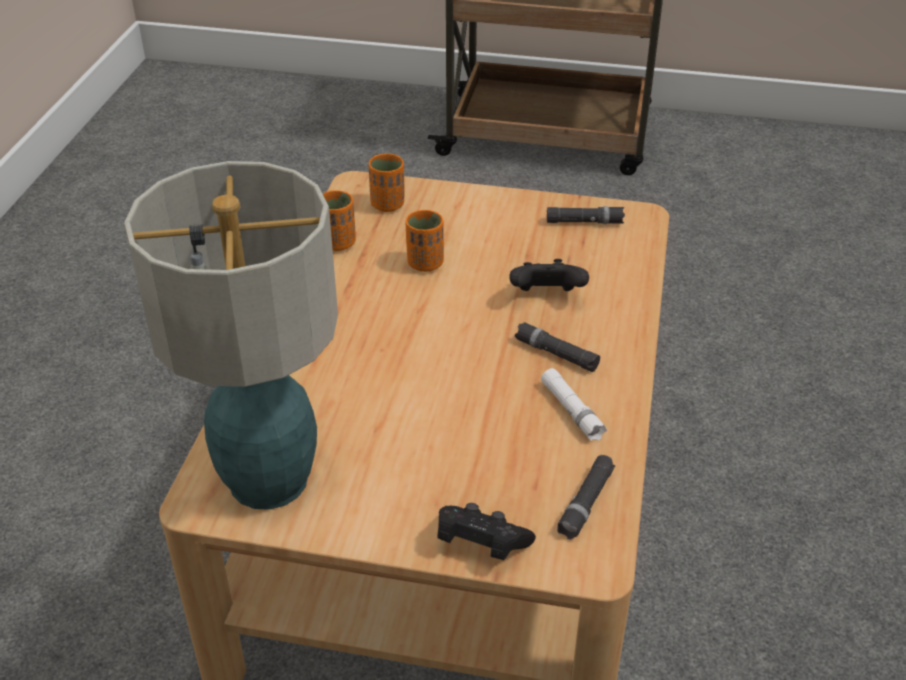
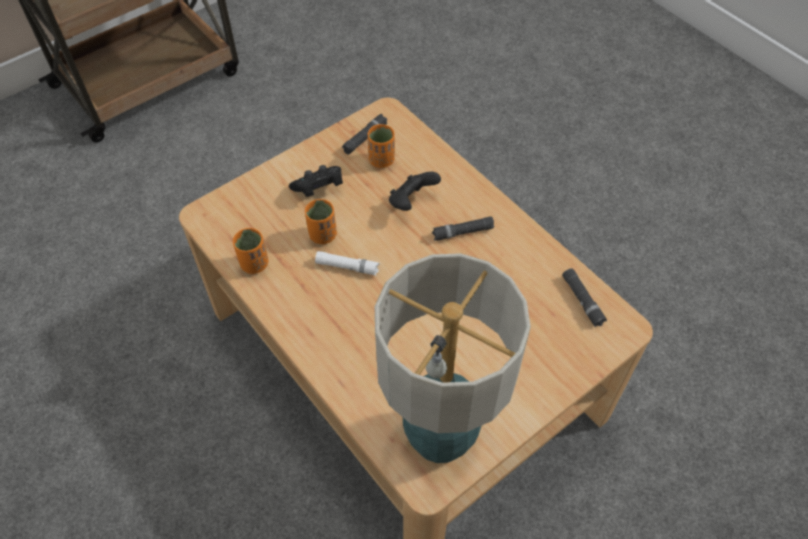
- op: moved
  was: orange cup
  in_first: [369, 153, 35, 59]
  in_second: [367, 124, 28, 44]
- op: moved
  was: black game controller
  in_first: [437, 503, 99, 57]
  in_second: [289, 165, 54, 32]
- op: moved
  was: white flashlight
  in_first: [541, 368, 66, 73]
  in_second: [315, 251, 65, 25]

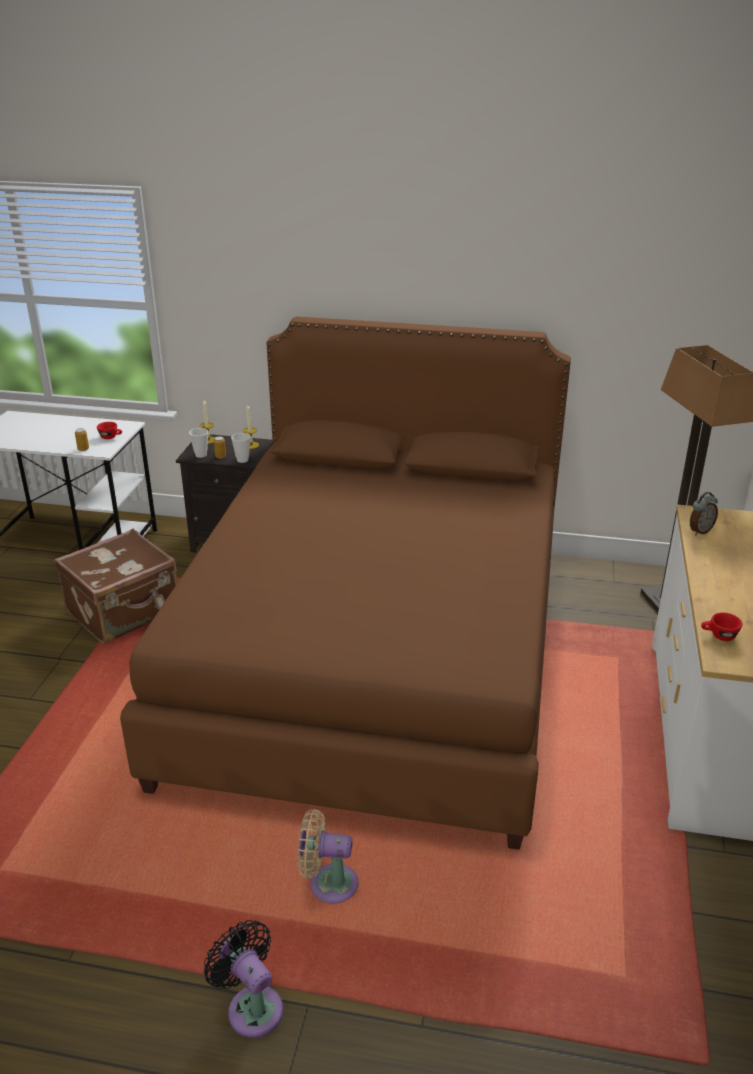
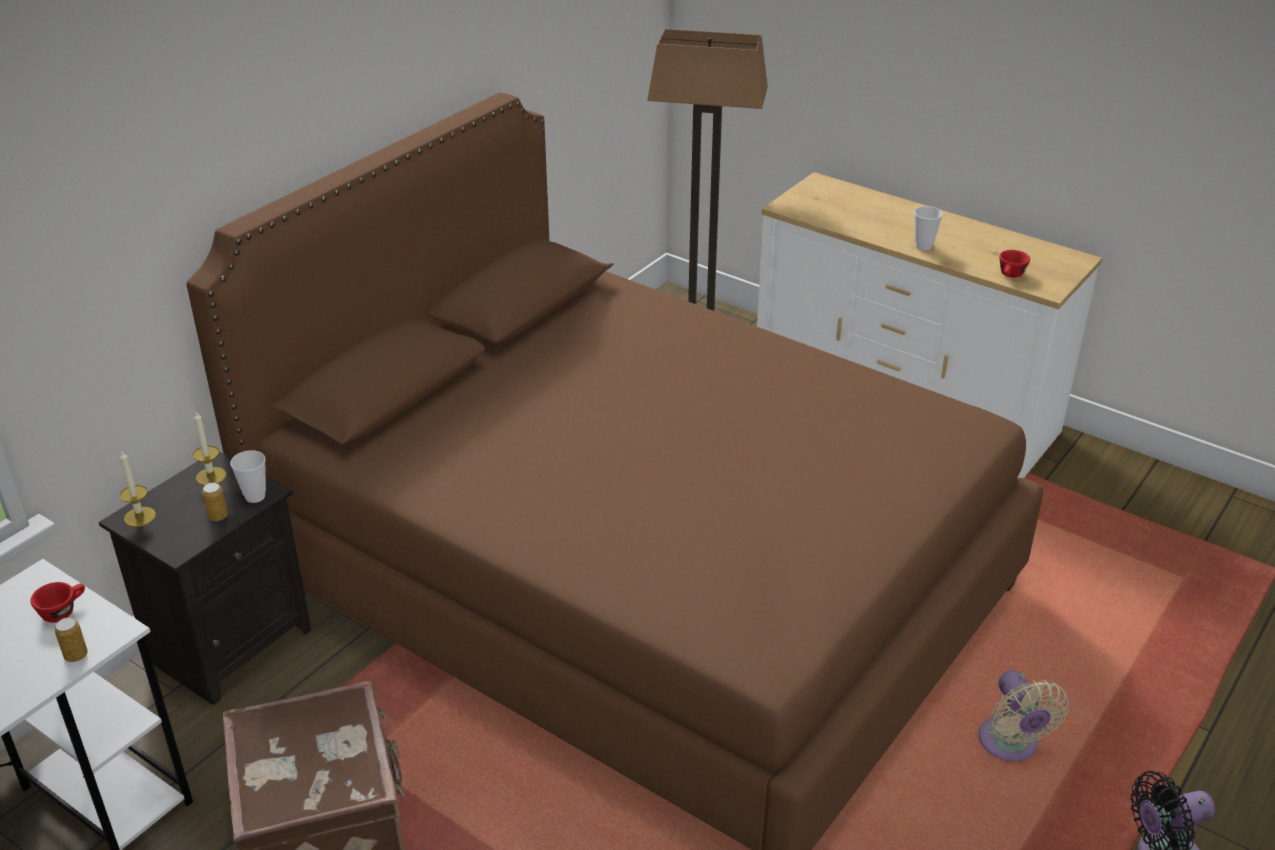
- op: moved
  was: cup
  in_first: [189, 428, 19, 30]
  in_second: [914, 206, 29, 44]
- op: turned
  was: beige fan
  in_first: [297, 809, 62, 94]
  in_second: [978, 670, 91, 91]
  clockwise: -45
- op: removed
  was: alarm clock
  in_first: [690, 492, 28, 43]

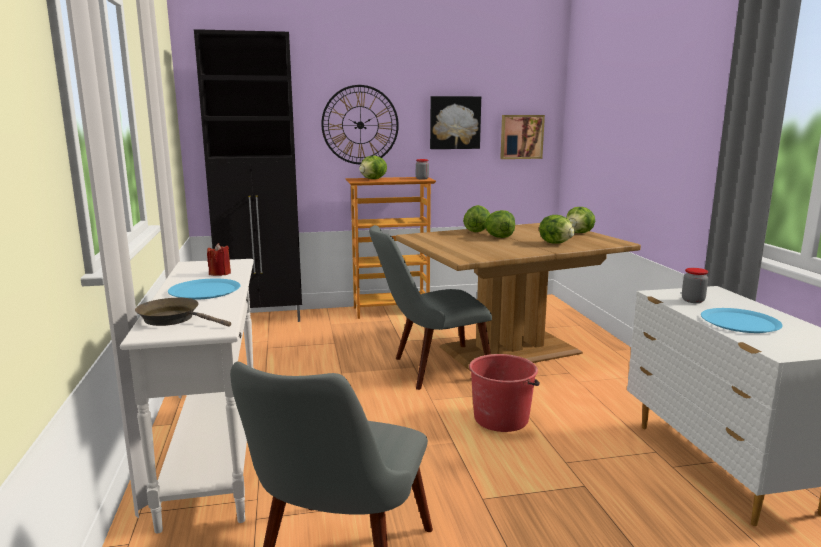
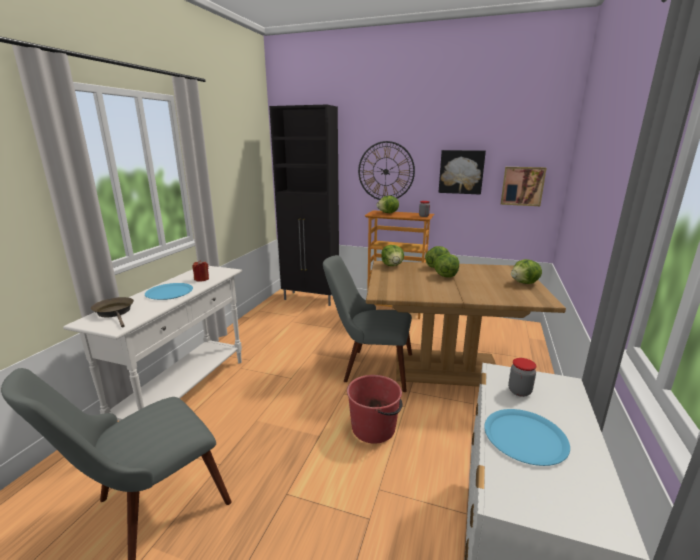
- op: moved
  was: lettuce
  in_first: [539, 215, 36, 29]
  in_second: [381, 245, 23, 21]

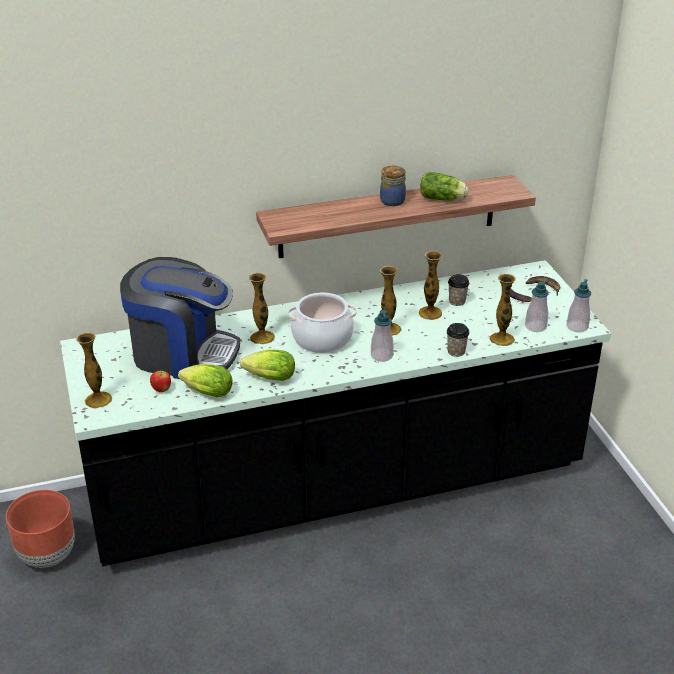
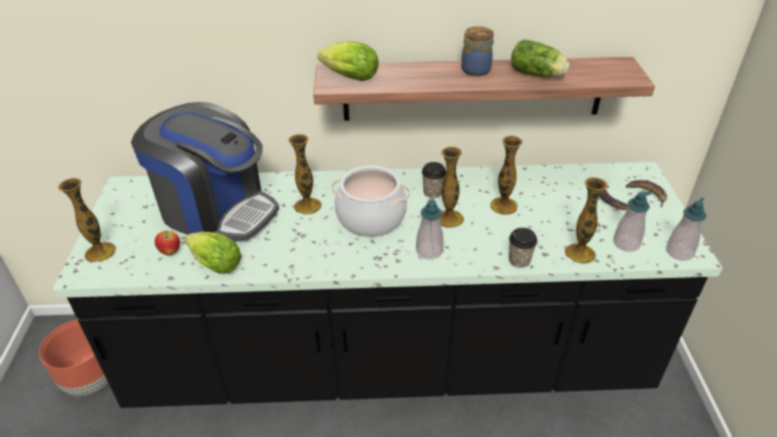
- op: moved
  was: lettuce
  in_first: [240, 349, 55, 32]
  in_second: [318, 41, 61, 40]
- op: moved
  was: cup
  in_first: [448, 274, 21, 32]
  in_second: [422, 162, 24, 36]

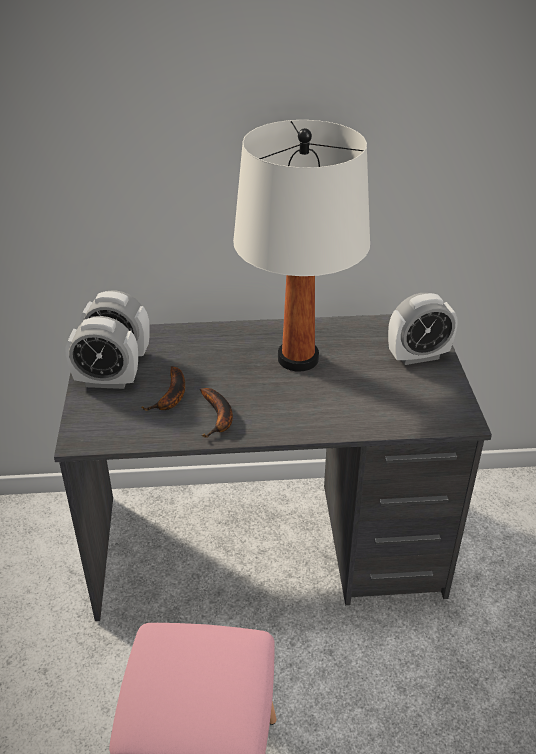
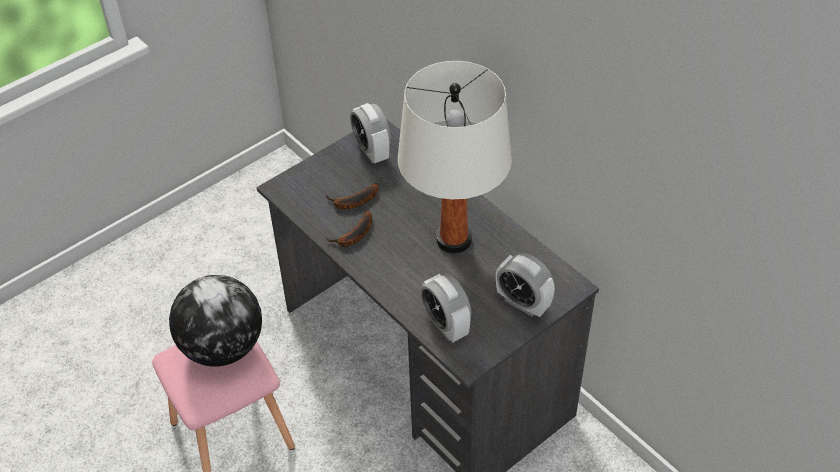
- op: moved
  was: alarm clock
  in_first: [66, 316, 72, 73]
  in_second: [421, 274, 51, 68]
- op: added
  now: globe
  in_second: [169, 275, 93, 92]

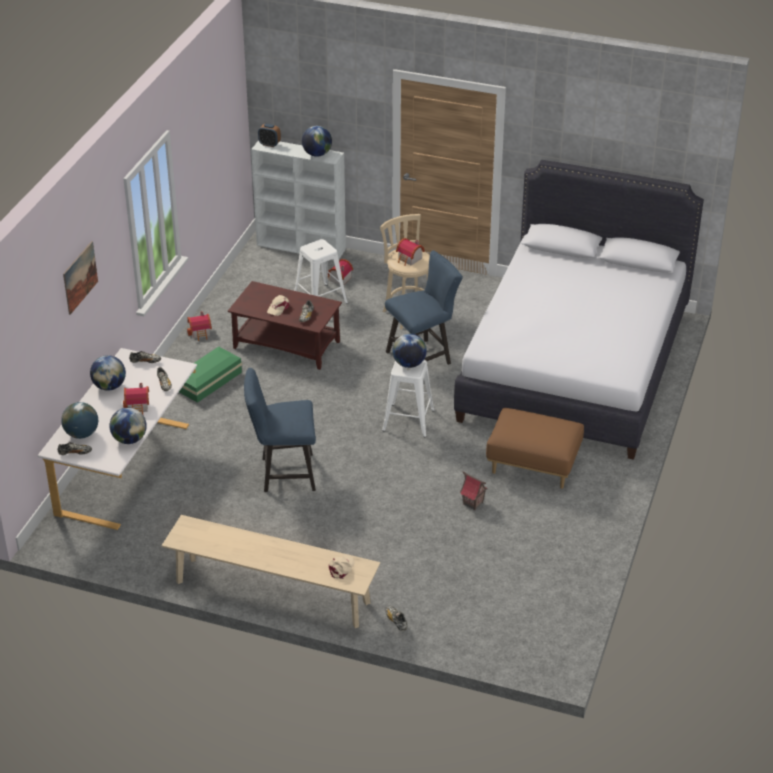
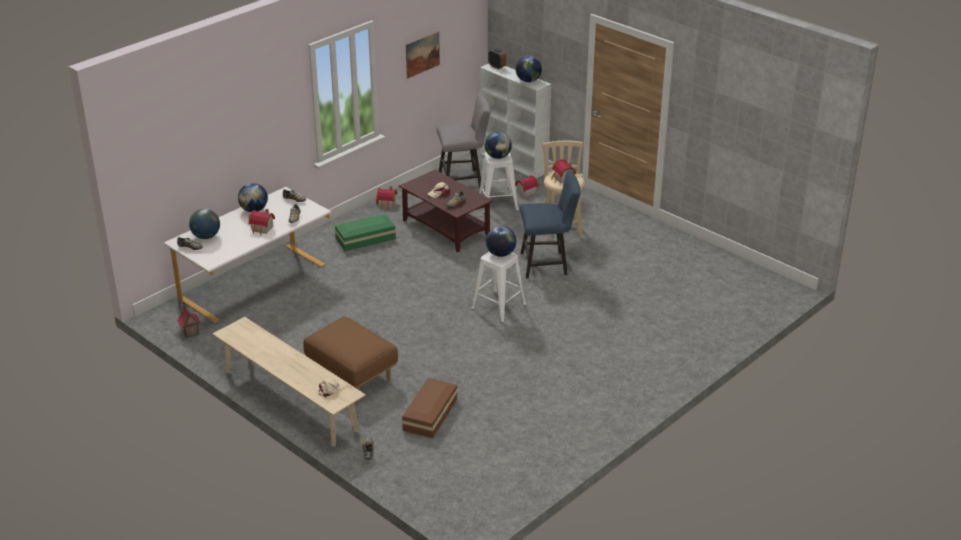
- op: moved
  was: picture
  in_first: [63, 241, 35, 74]
  in_second: [406, 31, 34, 48]
- op: moved
  was: globe
  in_first: [110, 408, 37, 36]
  in_second: [485, 132, 27, 27]
- op: removed
  was: blue chair
  in_first: [244, 368, 72, 124]
- op: removed
  was: white bed
  in_first: [454, 160, 250, 300]
- op: moved
  was: toy house
  in_first: [460, 472, 28, 38]
  in_second: [177, 302, 24, 36]
- op: moved
  was: brown ottoman
  in_first: [486, 408, 98, 81]
  in_second: [303, 317, 95, 73]
- op: added
  now: brown storage box
  in_second: [402, 378, 56, 60]
- op: added
  now: grey chair
  in_second: [437, 93, 54, 95]

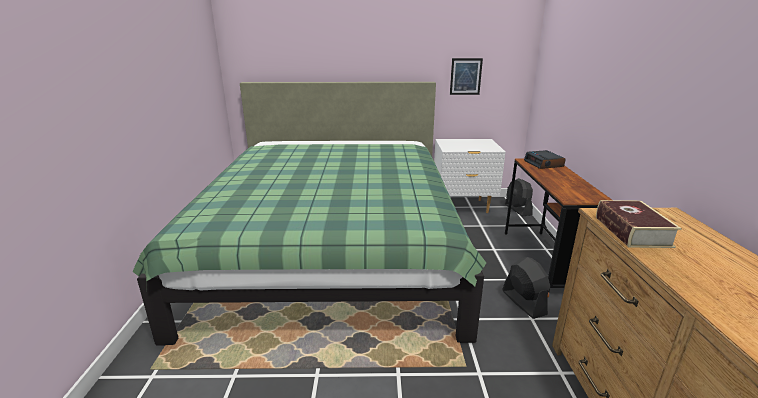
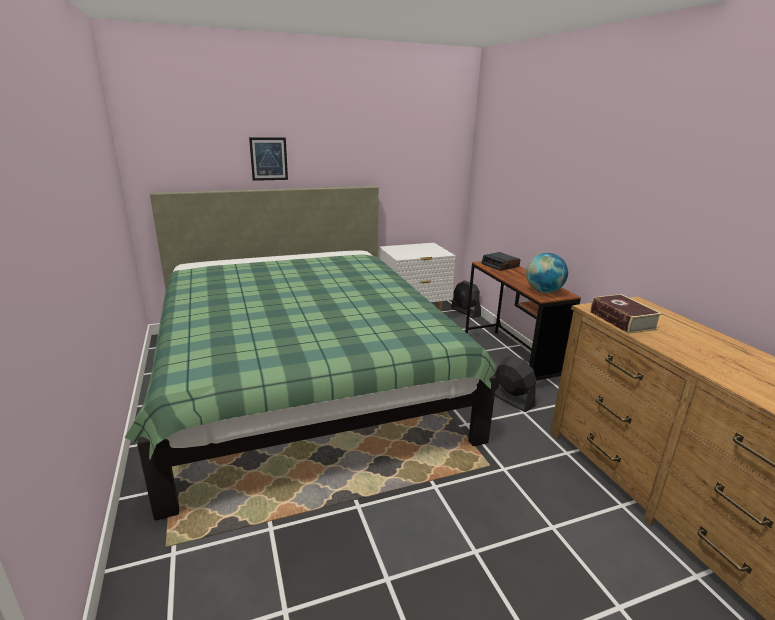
- op: moved
  was: picture
  in_first: [450, 58, 33, 37]
  in_second: [249, 137, 39, 44]
- op: added
  now: globe
  in_second: [526, 253, 42, 40]

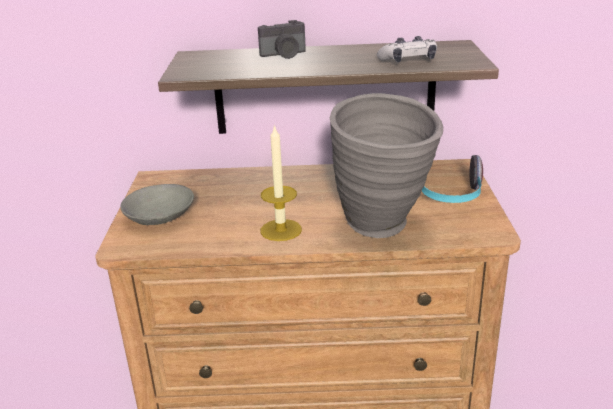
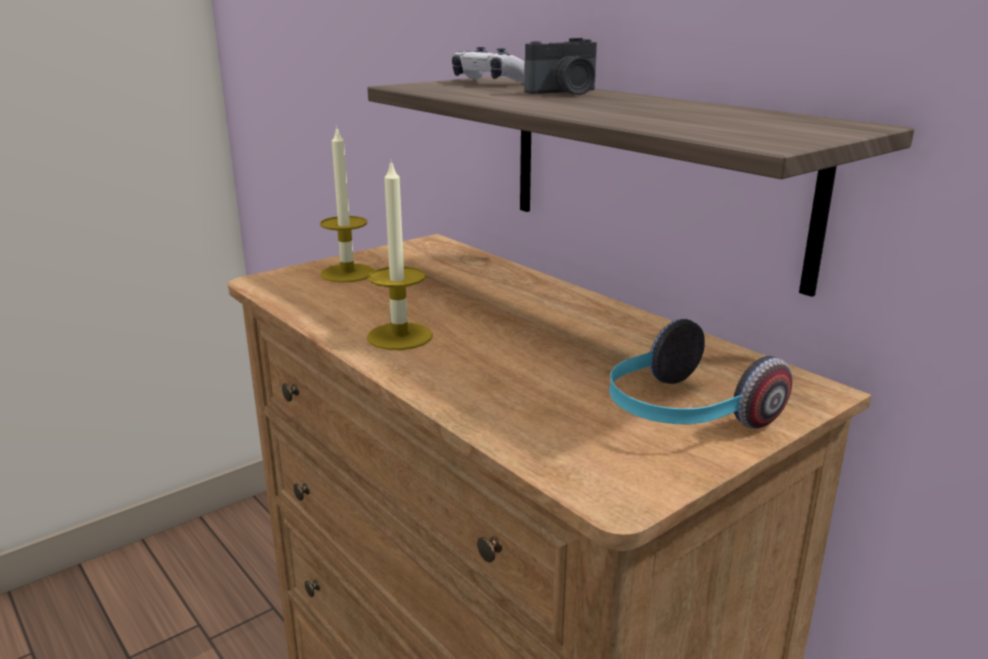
- op: replaced
  was: grey bowl
  now: candle
  in_first: [120, 184, 74, 41]
  in_second: [320, 126, 54, 157]
- op: turned
  was: photo camera
  in_first: [258, 20, 48, 39]
  in_second: [525, 38, 72, 57]
  clockwise: -60
- op: removed
  was: grey vase
  in_first: [330, 93, 113, 145]
- op: moved
  was: game controller
  in_first: [376, 36, 61, 26]
  in_second: [452, 47, 73, 36]

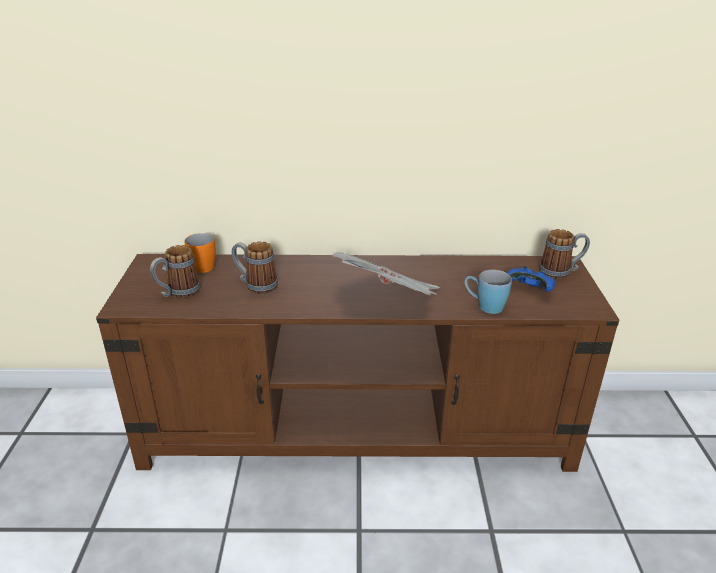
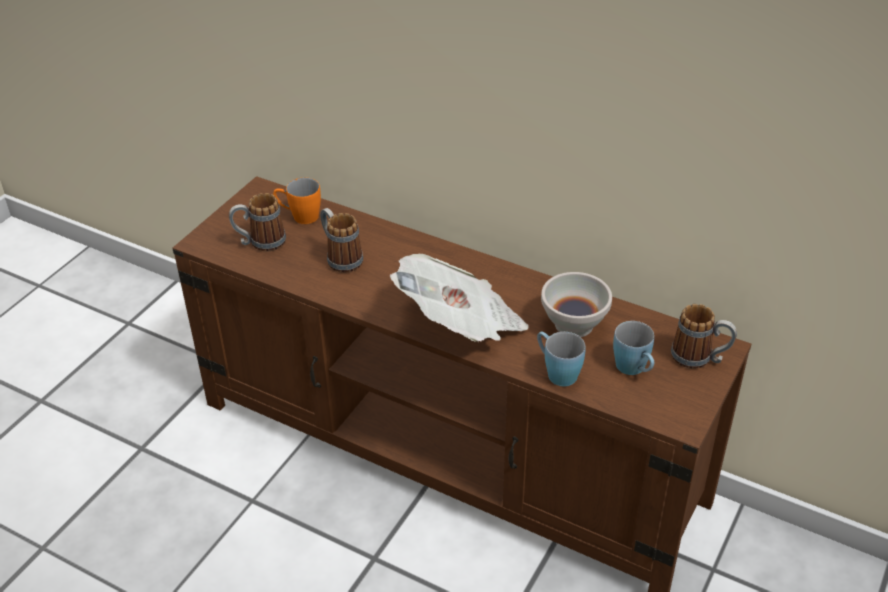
- op: replaced
  was: blue game controller
  now: blue mug
  in_first: [507, 266, 48, 26]
  in_second: [613, 321, 41, 54]
- op: added
  now: white bowl
  in_second: [541, 272, 71, 65]

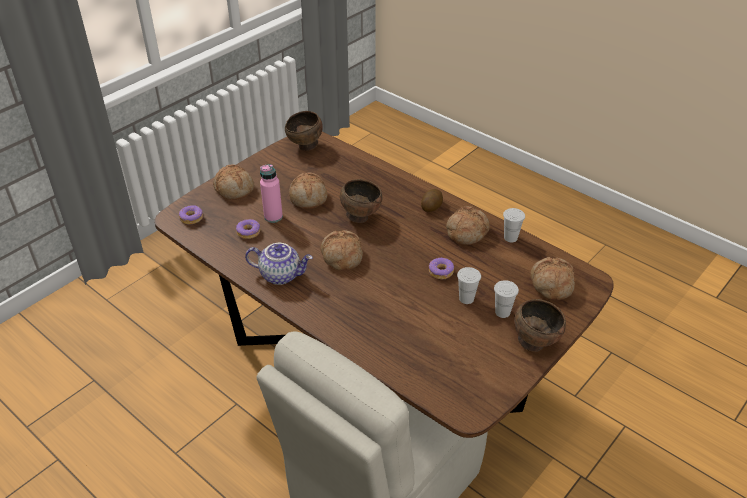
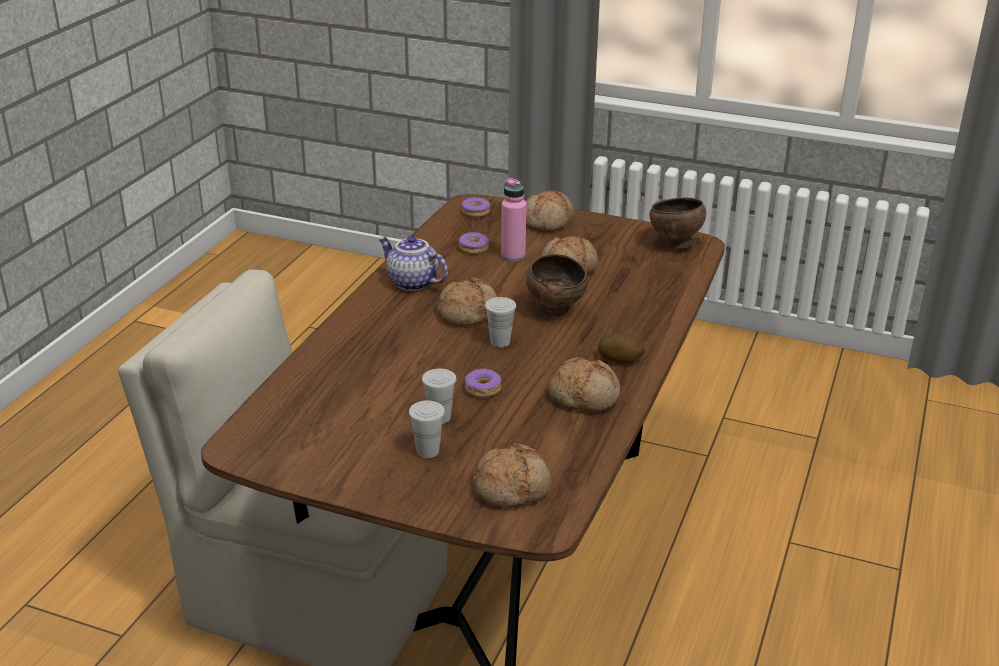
- op: turned
  was: teapot
  in_first: [245, 243, 68, 42]
  in_second: [378, 236, 70, 55]
  clockwise: 135
- op: moved
  was: white cup
  in_first: [503, 208, 22, 35]
  in_second: [485, 297, 31, 50]
- op: removed
  was: brown bowl
  in_first: [514, 299, 52, 53]

